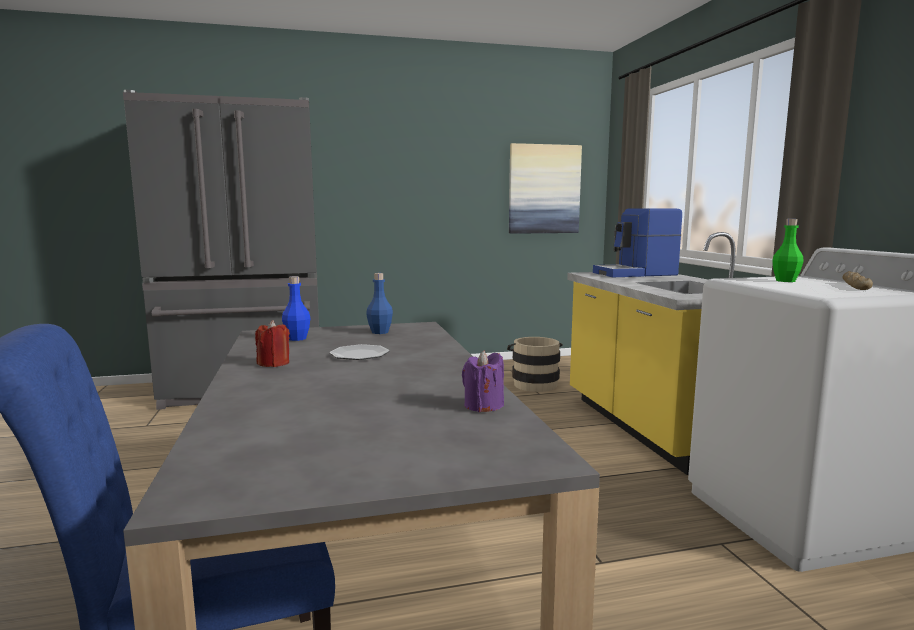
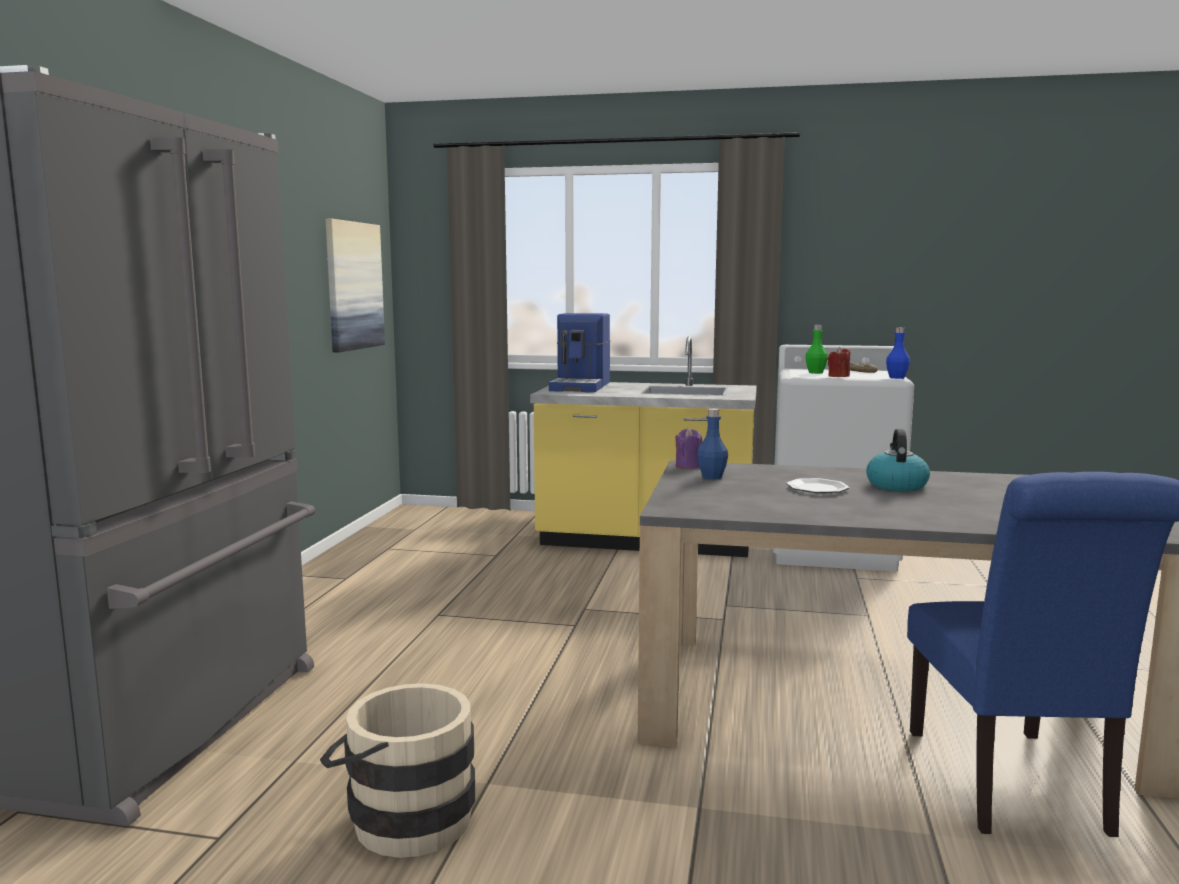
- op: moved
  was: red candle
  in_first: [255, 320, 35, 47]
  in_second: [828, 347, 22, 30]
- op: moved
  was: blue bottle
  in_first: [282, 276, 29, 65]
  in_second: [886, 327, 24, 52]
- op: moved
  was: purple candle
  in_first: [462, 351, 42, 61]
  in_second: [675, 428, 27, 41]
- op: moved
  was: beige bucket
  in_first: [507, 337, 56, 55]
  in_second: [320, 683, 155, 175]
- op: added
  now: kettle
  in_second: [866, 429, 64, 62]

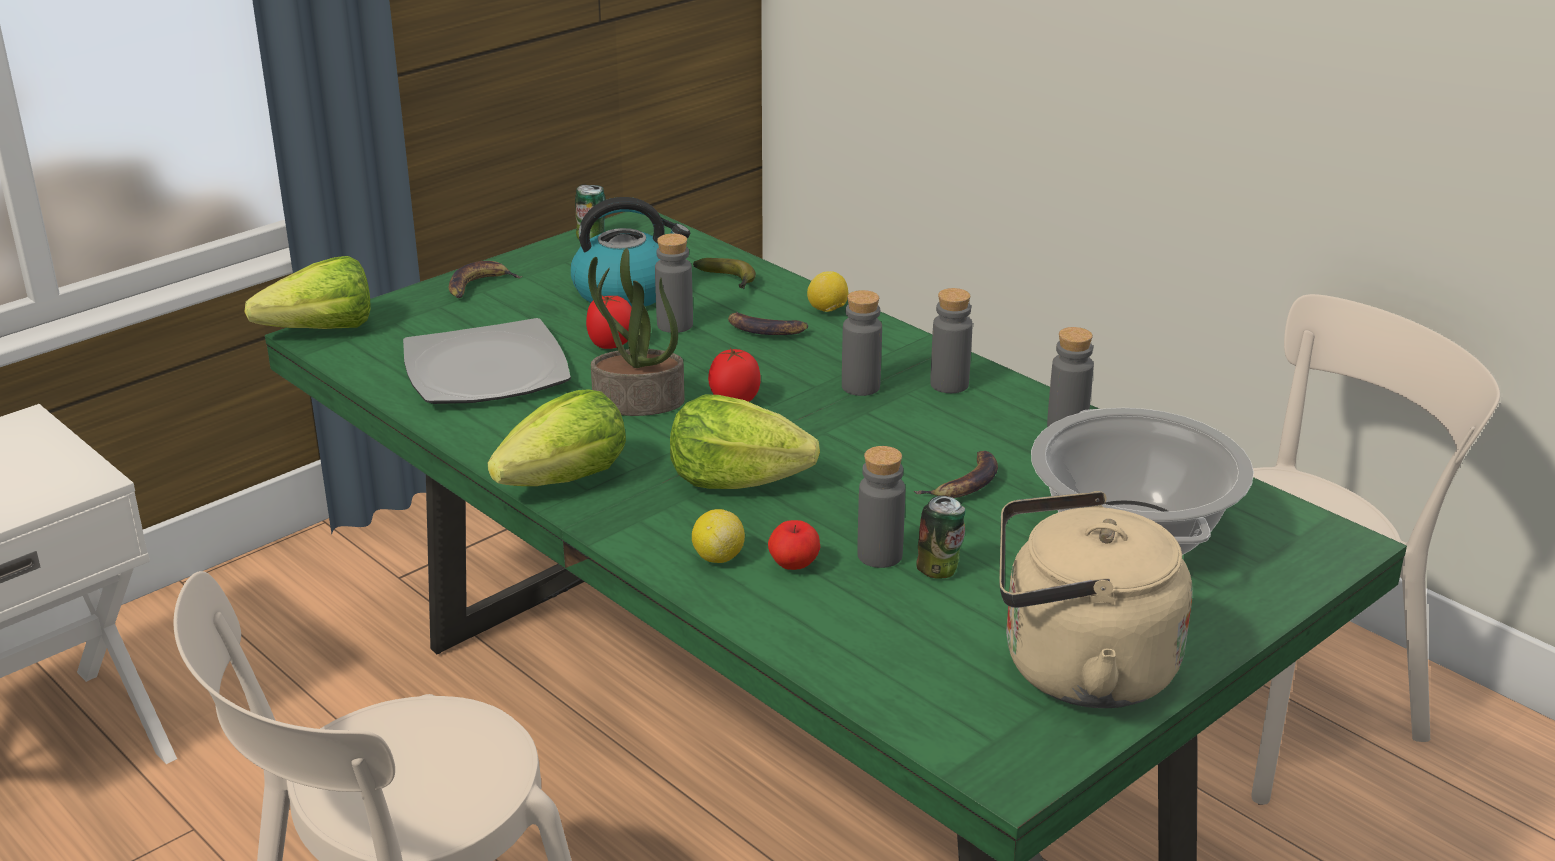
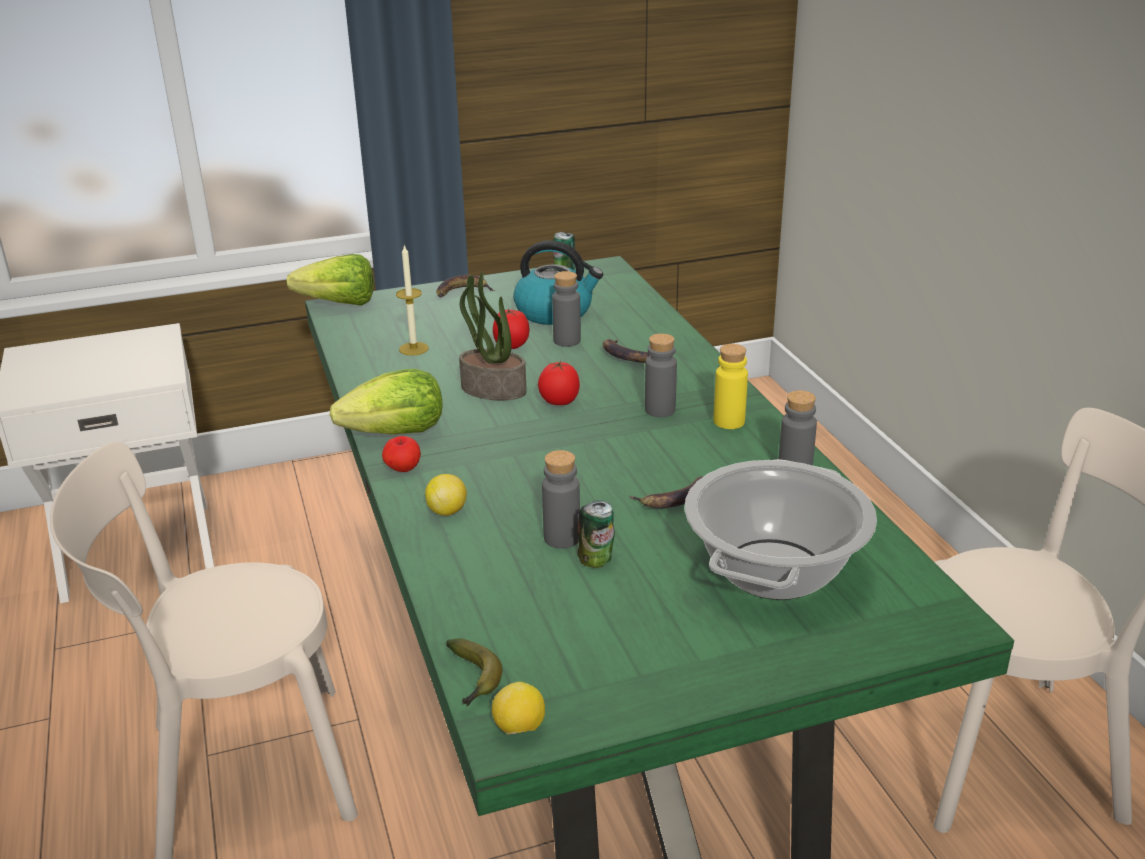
- op: replaced
  was: plate
  now: candle
  in_first: [403, 318, 168, 86]
  in_second: [396, 245, 33, 111]
- op: removed
  was: lettuce
  in_first: [670, 395, 150, 94]
- op: moved
  was: banana
  in_first: [693, 258, 63, 31]
  in_second: [446, 638, 56, 68]
- op: moved
  was: apple
  in_first: [768, 520, 52, 50]
  in_second: [382, 436, 39, 36]
- op: moved
  was: lemon
  in_first: [807, 271, 41, 41]
  in_second: [492, 682, 53, 53]
- op: recoloured
  was: grey bottle
  now: yellow bottle
  in_first: [930, 288, 43, 105]
  in_second: [714, 344, 34, 85]
- op: removed
  was: beige kettle
  in_first: [999, 491, 194, 217]

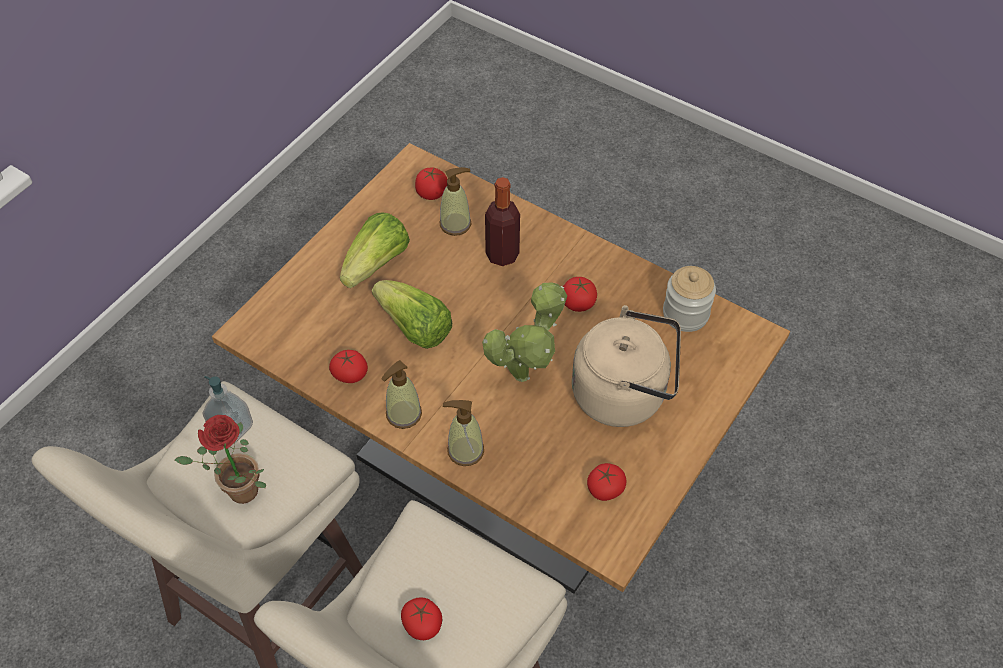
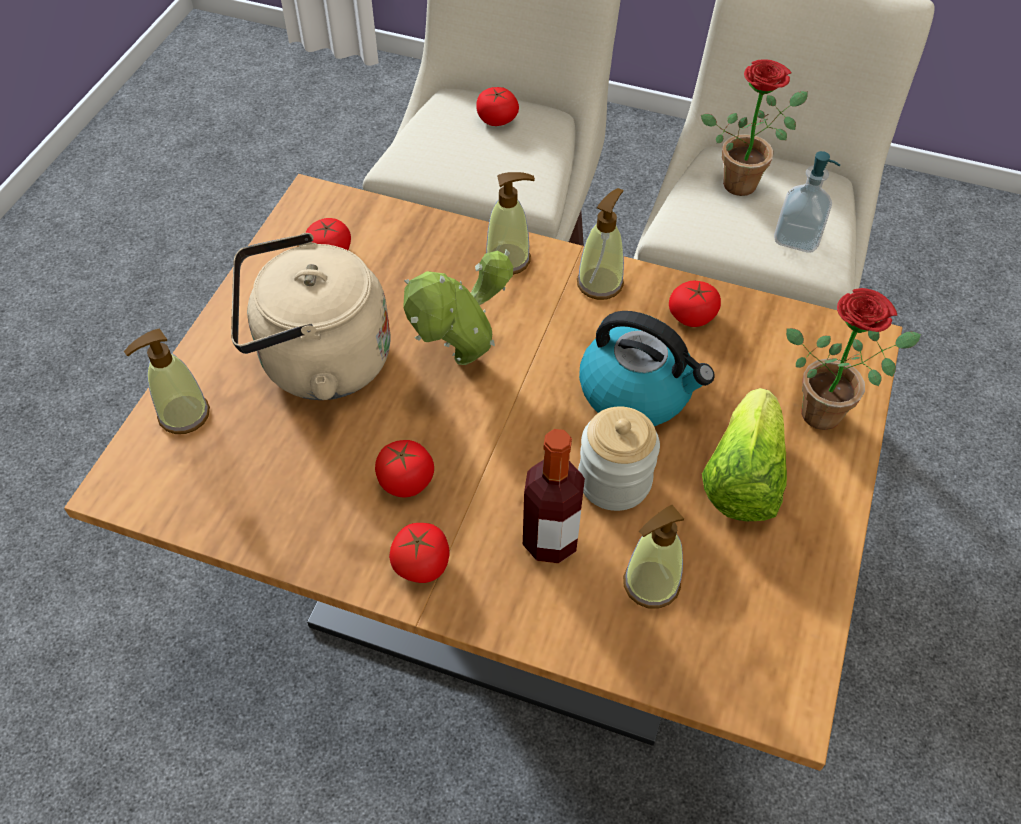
- op: replaced
  was: lettuce
  now: kettle
  in_first: [372, 280, 80, 69]
  in_second: [579, 311, 136, 115]
- op: moved
  was: tomato
  in_first: [415, 167, 33, 33]
  in_second: [389, 523, 61, 60]
- op: moved
  was: jar
  in_first: [663, 266, 53, 66]
  in_second: [578, 406, 82, 105]
- op: added
  now: soap dispenser
  in_second: [124, 328, 86, 106]
- op: added
  now: potted plant
  in_second: [786, 288, 135, 142]

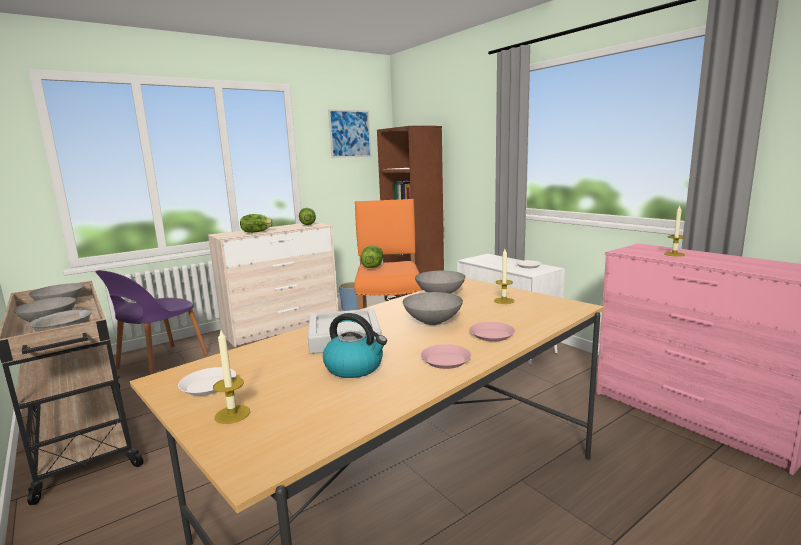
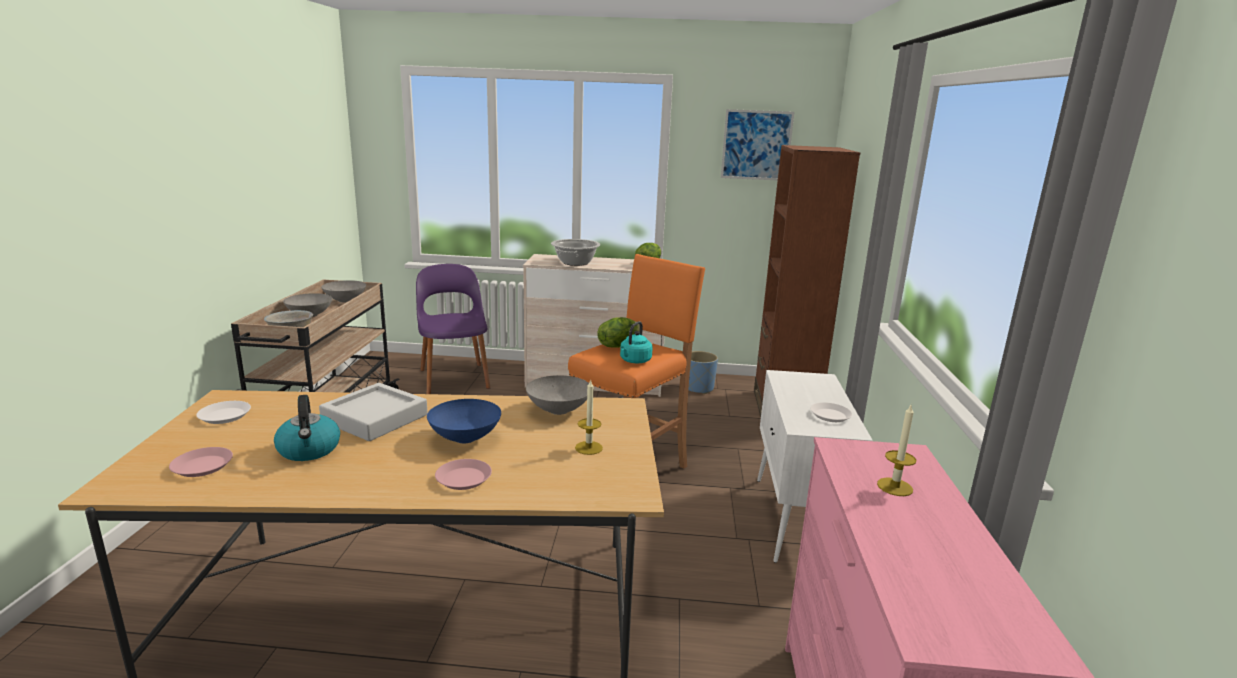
- op: turned
  was: purple chair
  in_first: [96, 270, 112, 105]
  in_second: [416, 264, 74, 130]
  clockwise: 90
- op: removed
  was: candle
  in_first: [213, 328, 37, 96]
- op: replaced
  was: lettuce
  now: cooking pot
  in_first: [240, 214, 33, 19]
  in_second: [551, 239, 49, 27]
- op: recoloured
  was: grey bowl
  now: blue bowl
  in_first: [403, 292, 60, 33]
  in_second: [427, 399, 74, 44]
- op: moved
  was: pink plate
  in_first: [421, 344, 50, 25]
  in_second: [169, 447, 64, 30]
- op: added
  now: turquoise kettle
  in_second: [620, 321, 33, 42]

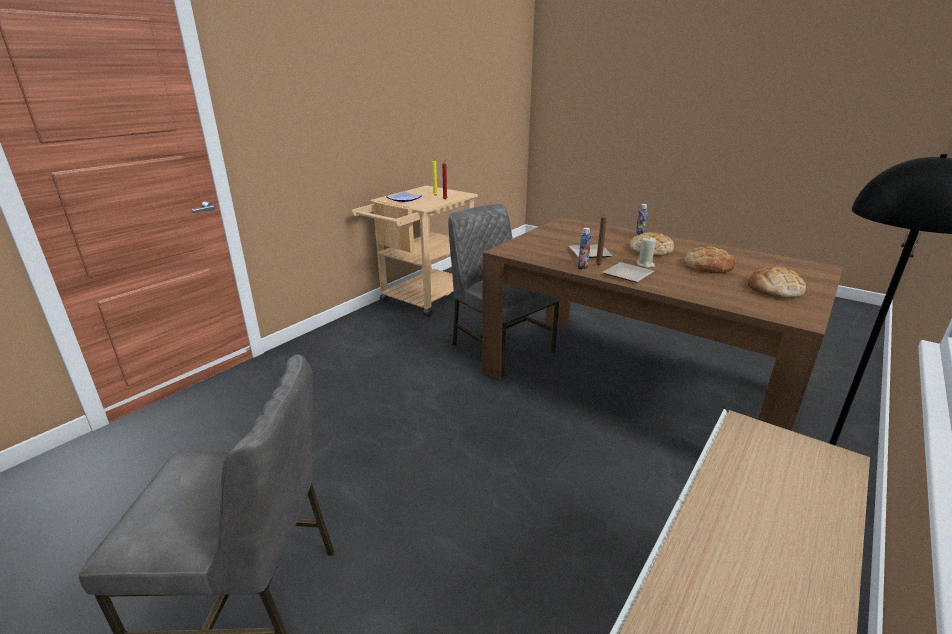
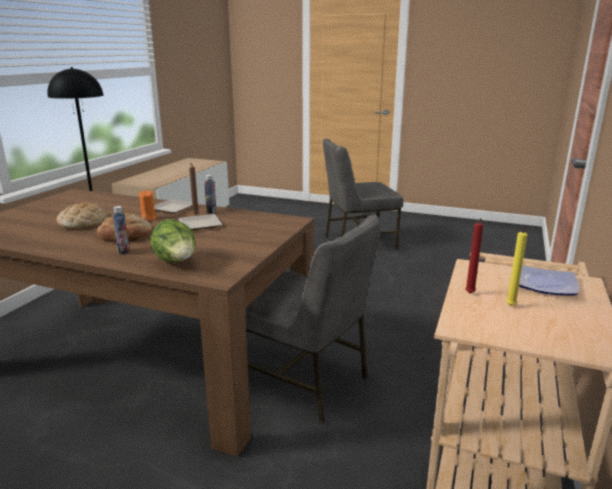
- op: recoloured
  was: beige candle
  now: orange candle
  in_first: [637, 236, 19, 32]
  in_second: [139, 190, 18, 31]
- op: removed
  was: bread
  in_first: [748, 267, 58, 31]
- op: added
  now: lettuce
  in_second: [151, 219, 45, 44]

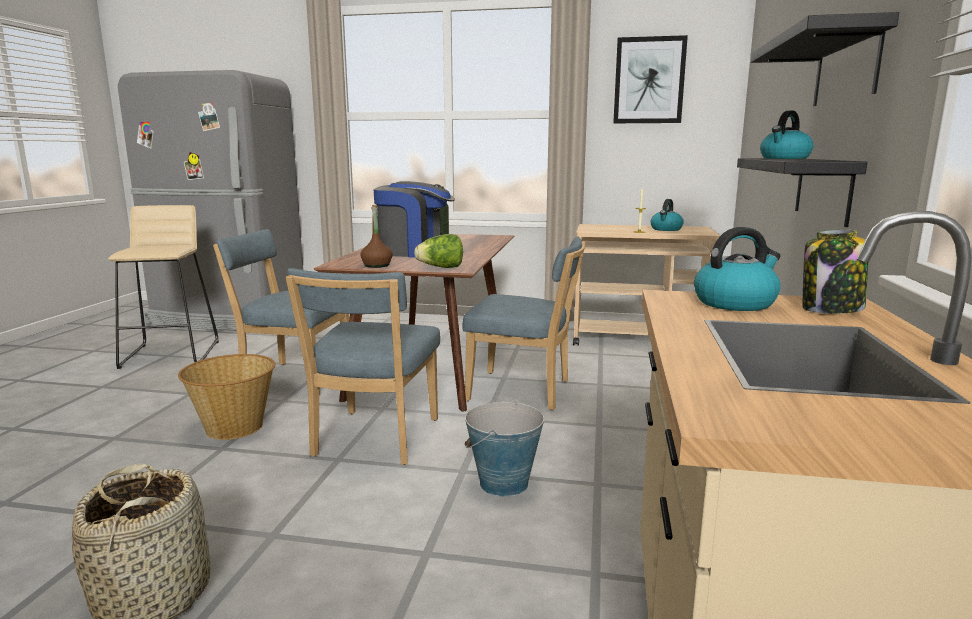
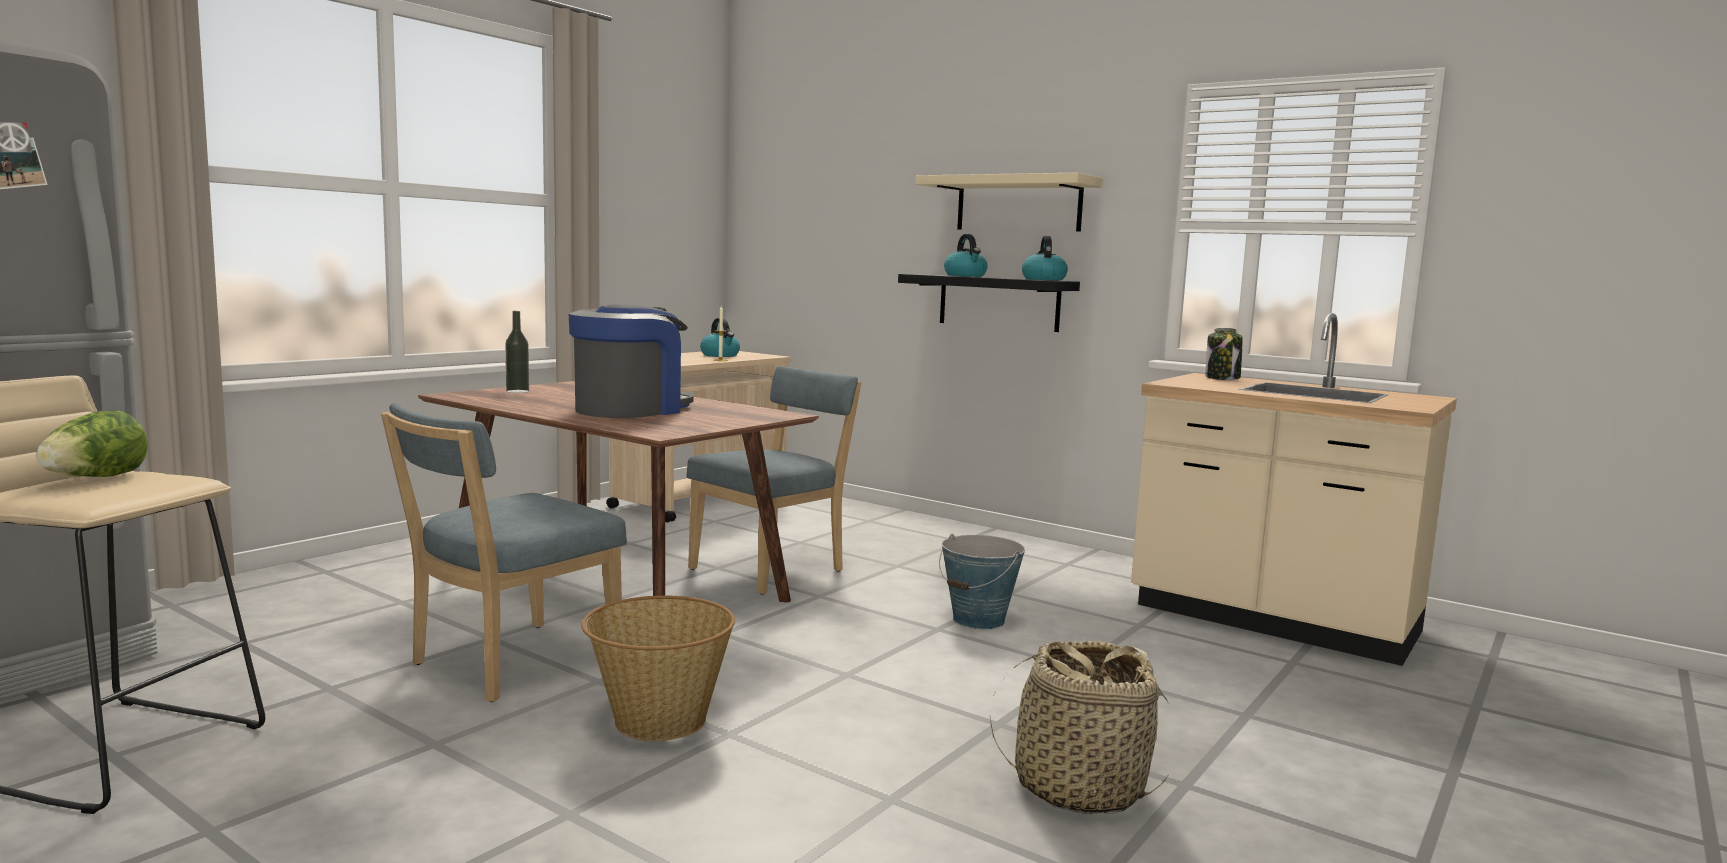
- op: removed
  was: blue chair
  in_first: [285, 268, 155, 197]
- op: removed
  was: brown bottle
  in_first: [360, 205, 33, 63]
- op: moved
  was: lettuce
  in_first: [414, 234, 49, 34]
  in_second: [36, 411, 112, 66]
- op: removed
  was: picture
  in_first: [613, 35, 75, 88]
- op: moved
  was: kettle
  in_first: [694, 227, 87, 84]
  in_second: [1022, 236, 46, 45]
- op: recoloured
  was: black shelf
  now: beige shelf
  in_first: [751, 12, 148, 94]
  in_second: [915, 173, 188, 59]

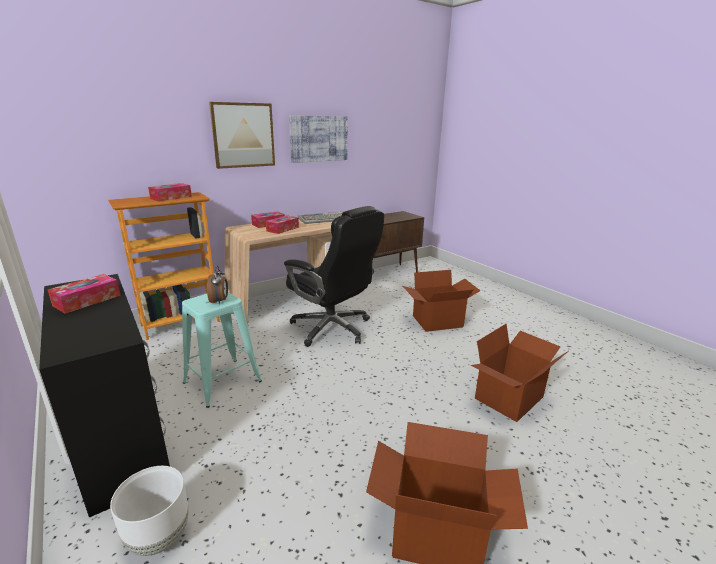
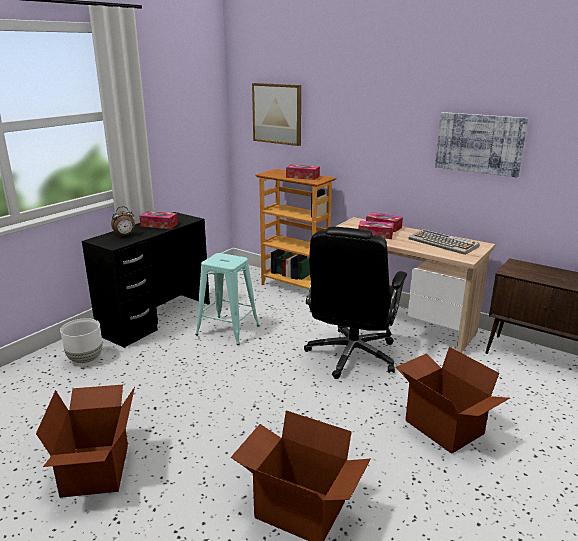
- op: moved
  was: alarm clock
  in_first: [207, 265, 21, 40]
  in_second: [111, 207, 24, 30]
- op: moved
  was: picture
  in_first: [209, 102, 66, 67]
  in_second: [252, 83, 49, 63]

